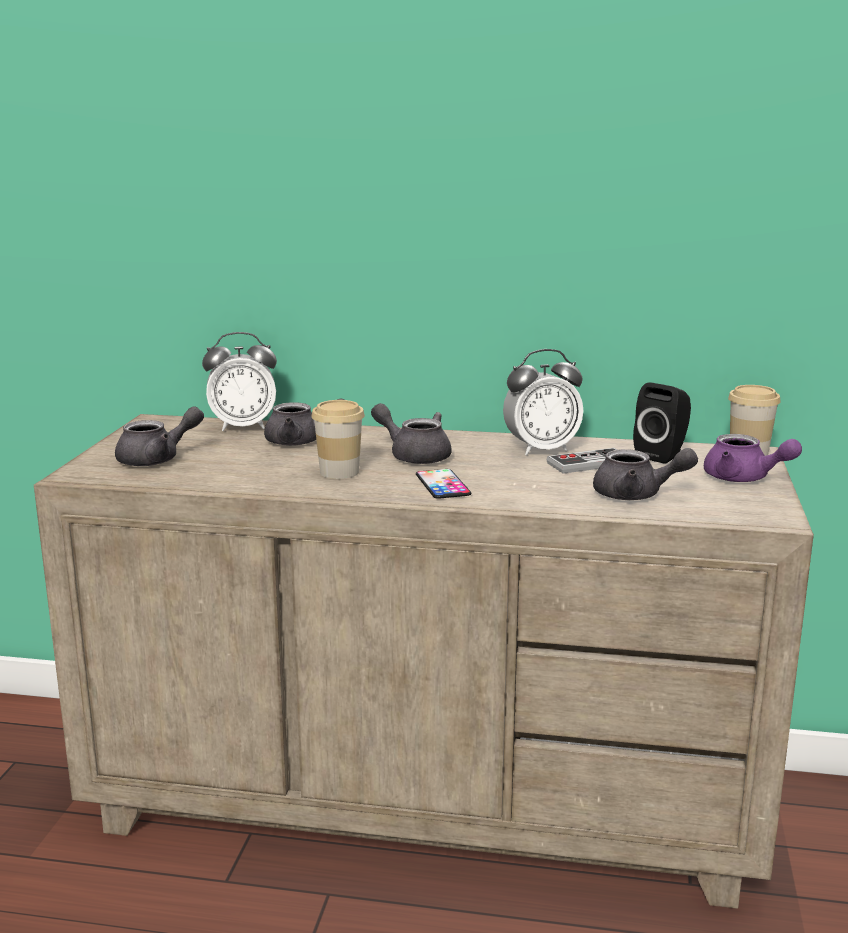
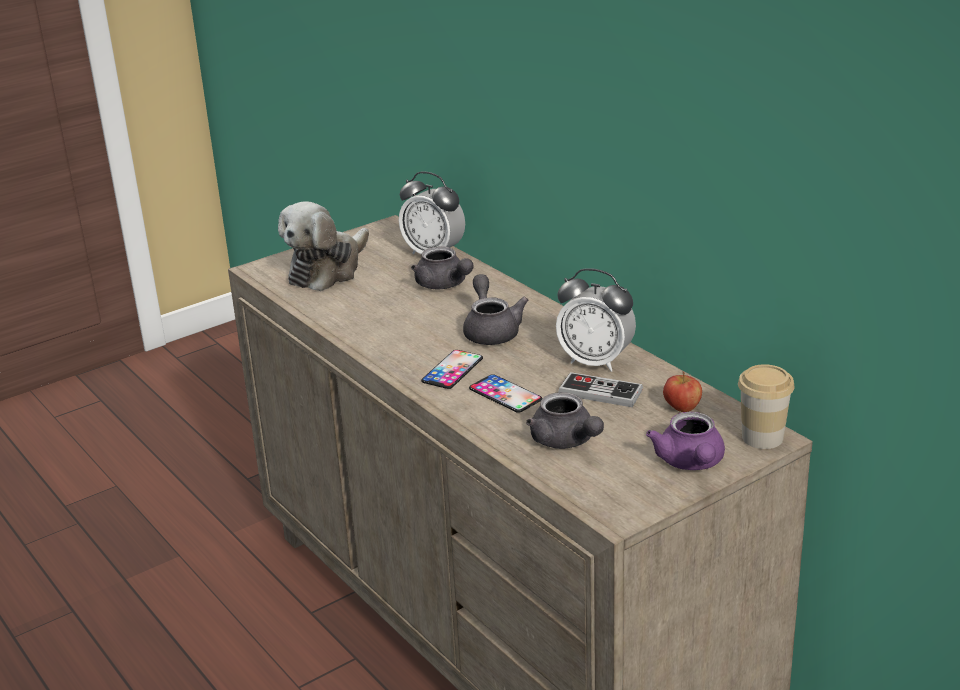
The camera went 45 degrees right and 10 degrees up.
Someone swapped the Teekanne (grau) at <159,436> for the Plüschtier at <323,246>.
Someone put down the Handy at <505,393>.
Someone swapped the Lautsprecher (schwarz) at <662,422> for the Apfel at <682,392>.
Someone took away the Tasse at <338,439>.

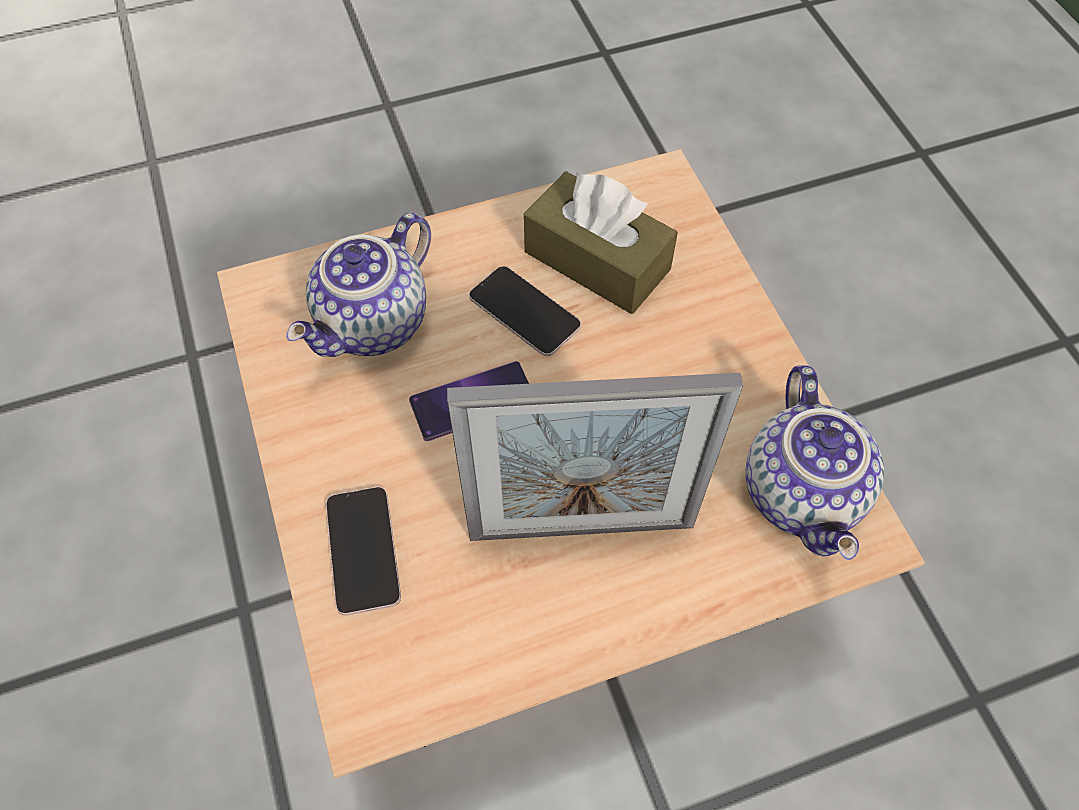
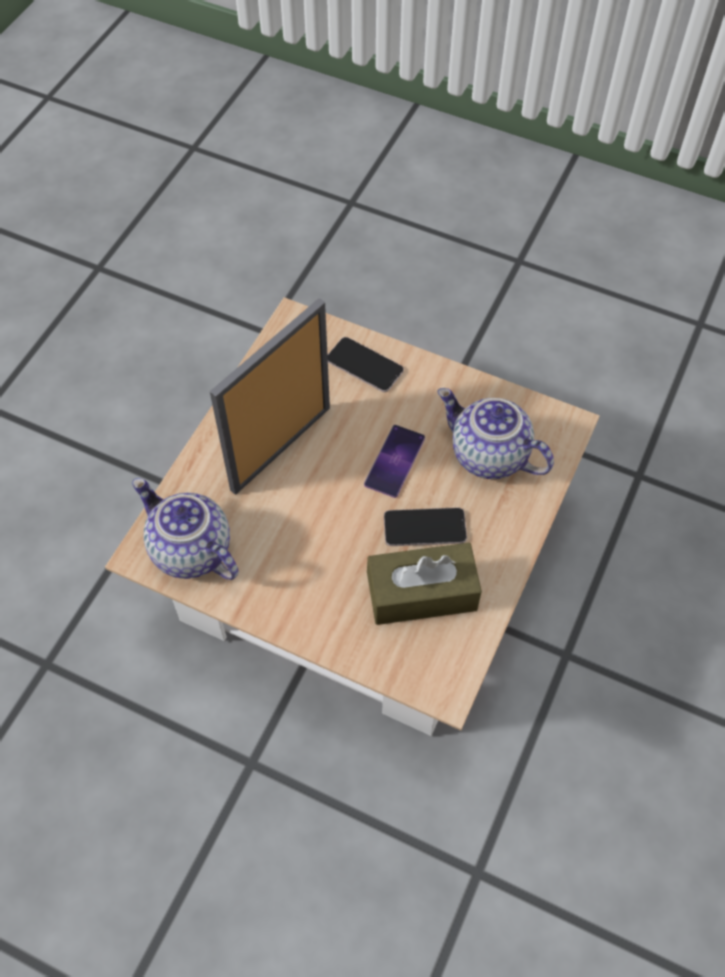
The camera went 135 degrees right and 0 degrees up.
Someone rotated the Teekanne at <358,285> by 45 degrees counterclockwise.

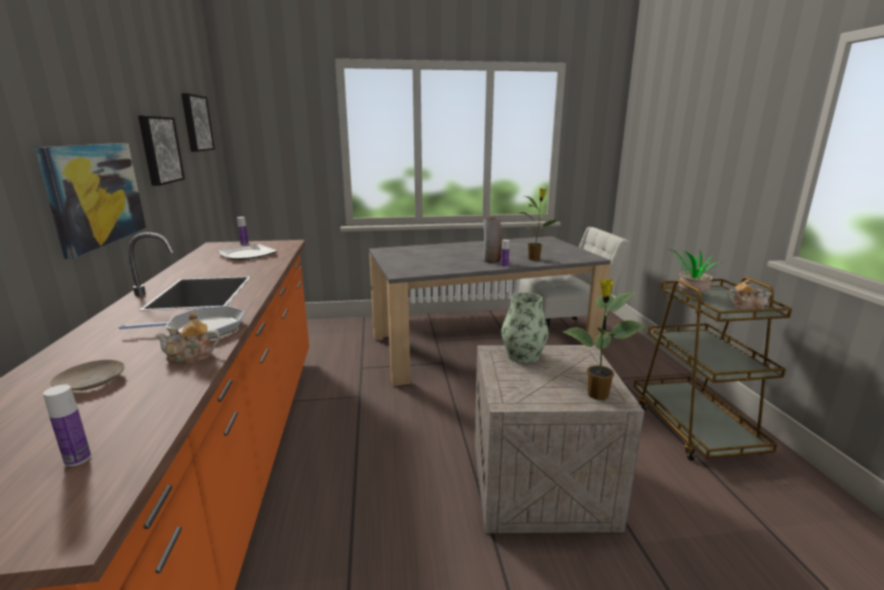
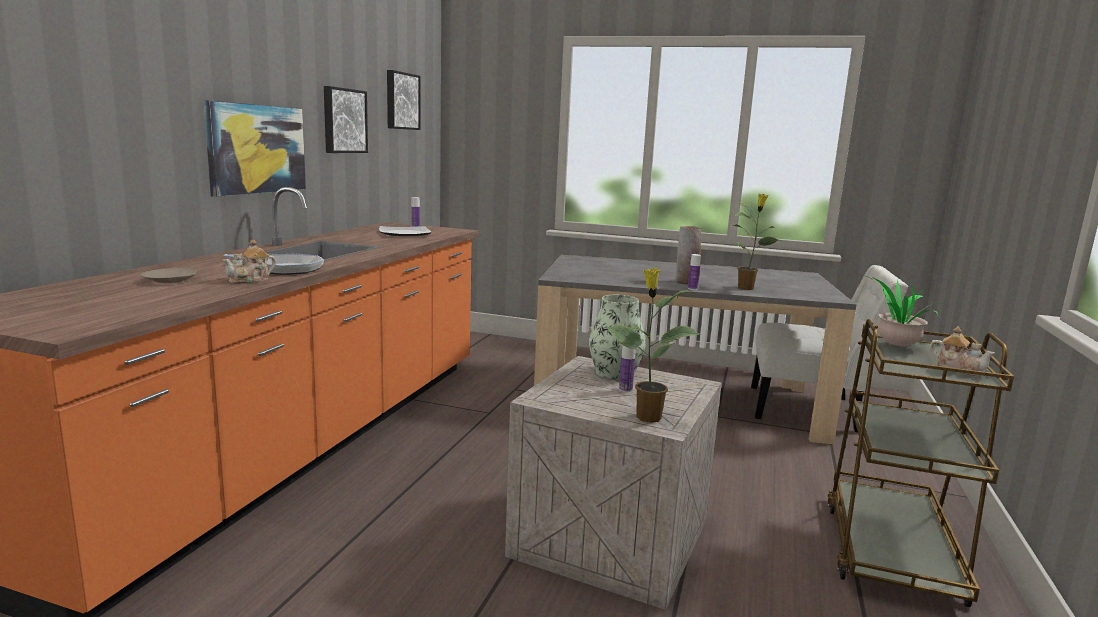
The camera went 25 degrees right and 5 degrees down.
Someone rotated the Teekanne at <187,337> by 60 degrees counterclockwise.
Someone carried the Flasche from <67,426> to <627,368>.

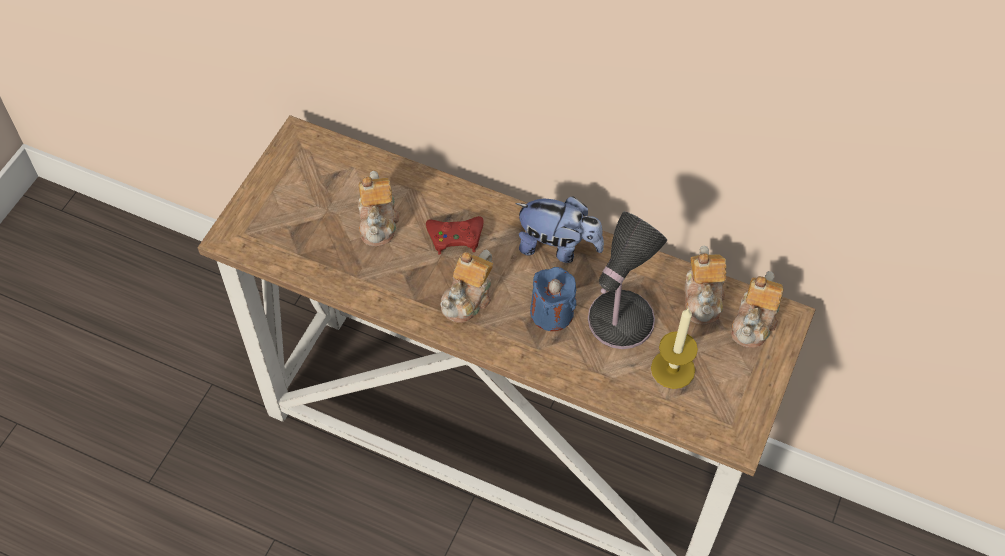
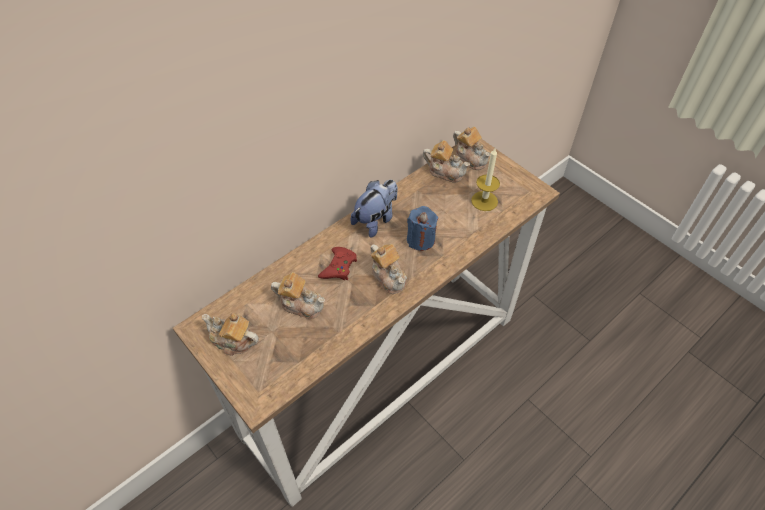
The camera went 65 degrees left and 5 degrees down.
Someone put down the Teekanne at <230,334>.
Someone took away the Tischlampe at <627,280>.

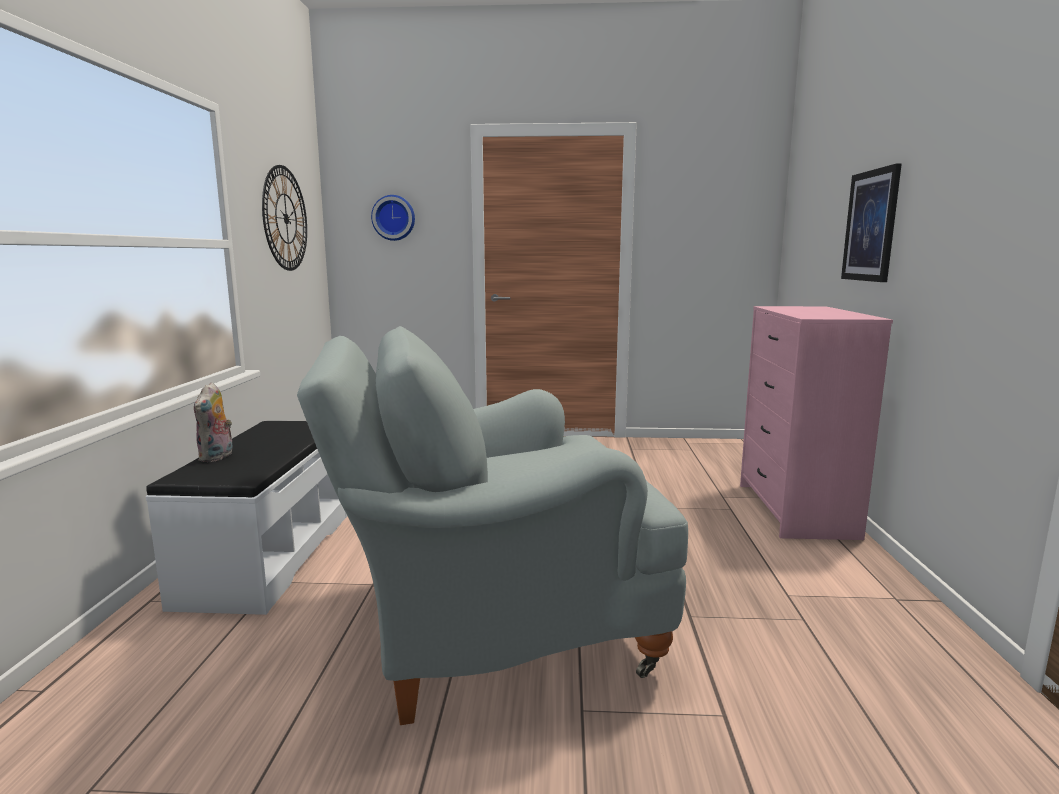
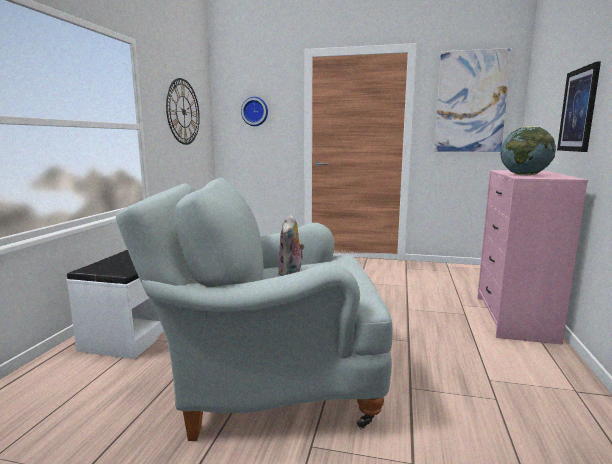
The camera went 10 degrees right and 0 degrees up.
Someone carried the Plüschtier from <213,422> to <291,245>.
Someone put up the Bild at <473,100>.
Someone put down the Globus at <528,150>.

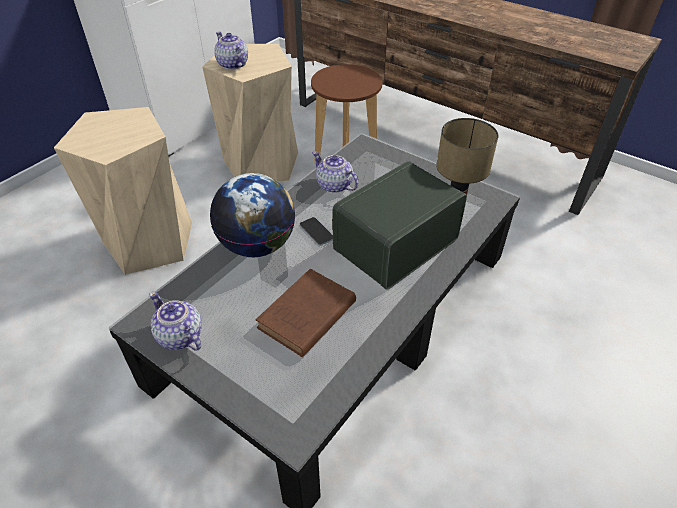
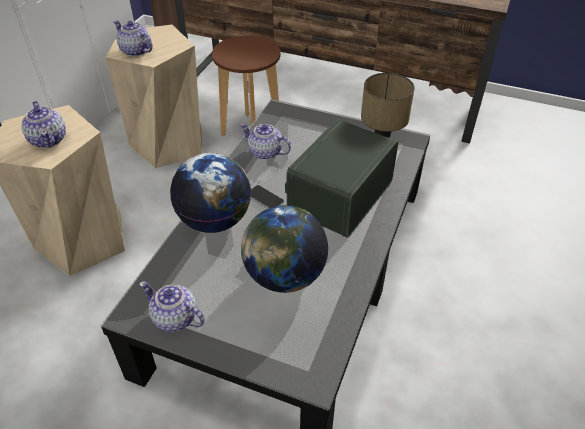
The camera went 15 degrees left and 0 degrees up.
Someone put down the Teekanne at <43,124>.
Someone swapped the Buch (braun) at <306,313> for the Globus at <284,249>.

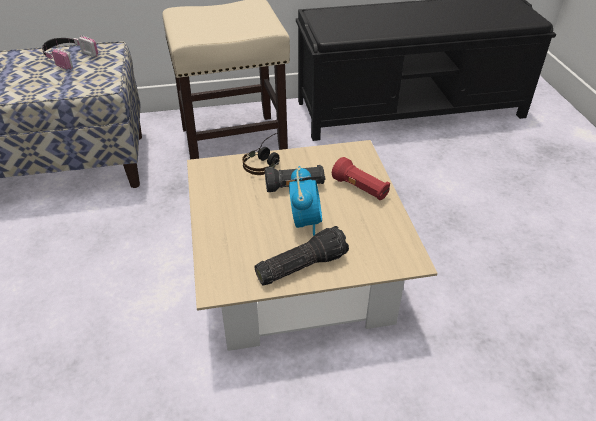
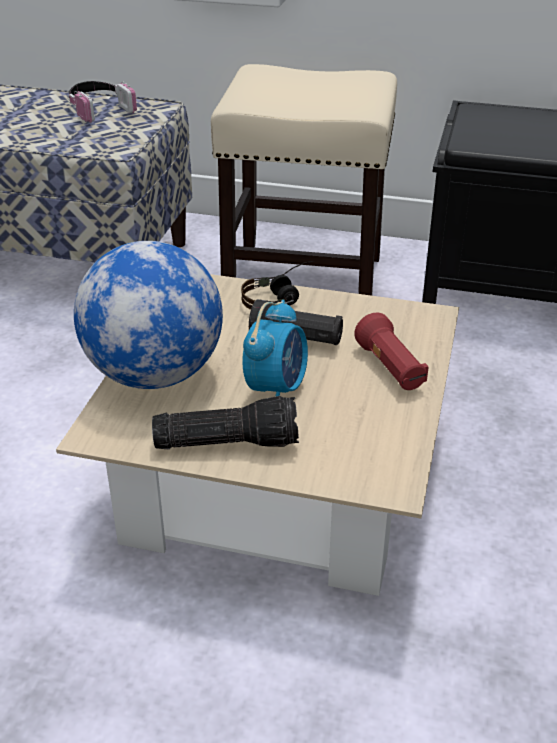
The camera went 25 degrees right and 5 degrees down.
Someone put down the Globus at <148,315>.

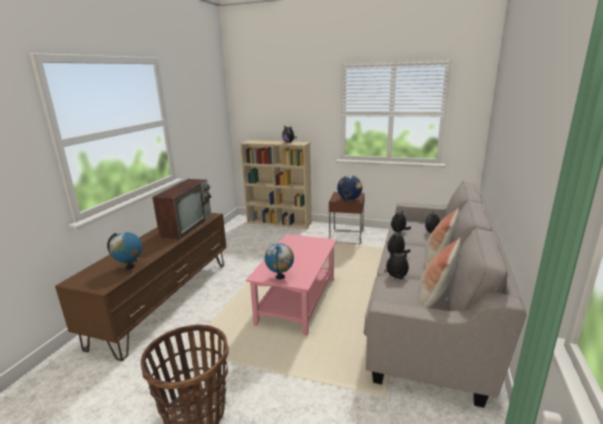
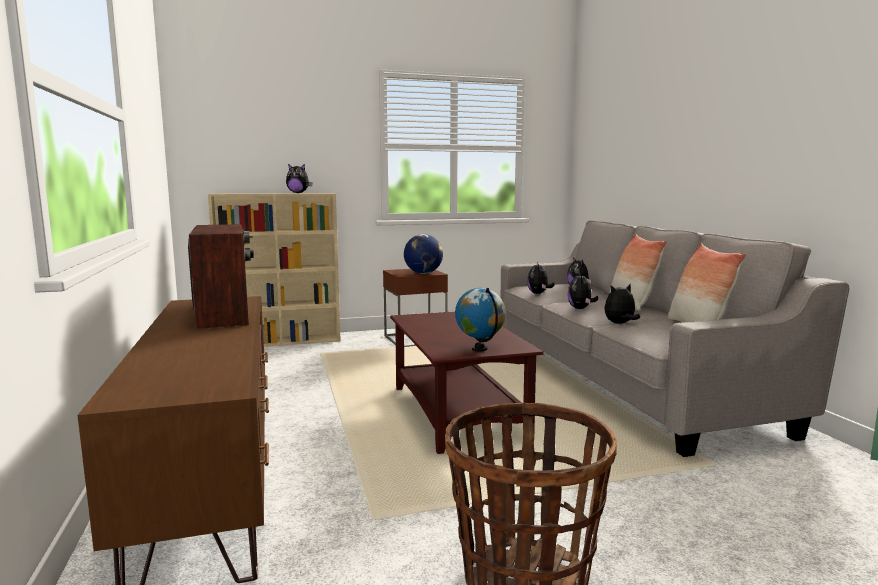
The camera went 35 degrees left and 10 degrees down.
Someone repainted the Couchtisch (rosa) at <291,285>, which became the Couchtisch (braun) at <467,382>.
Someone took away the Globus at <124,251>.

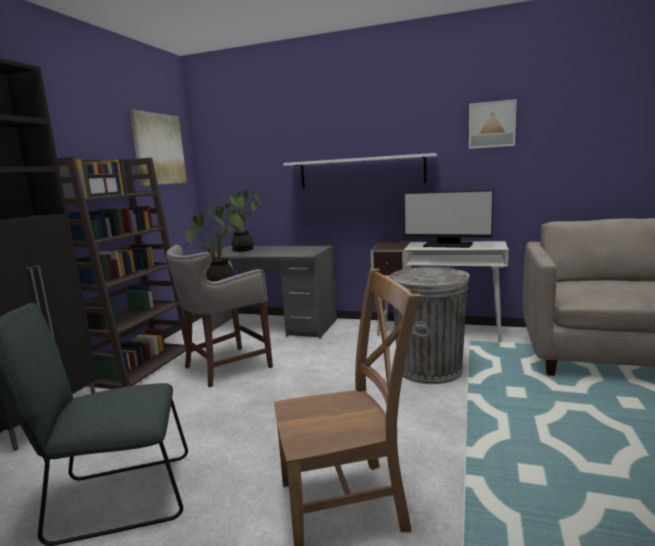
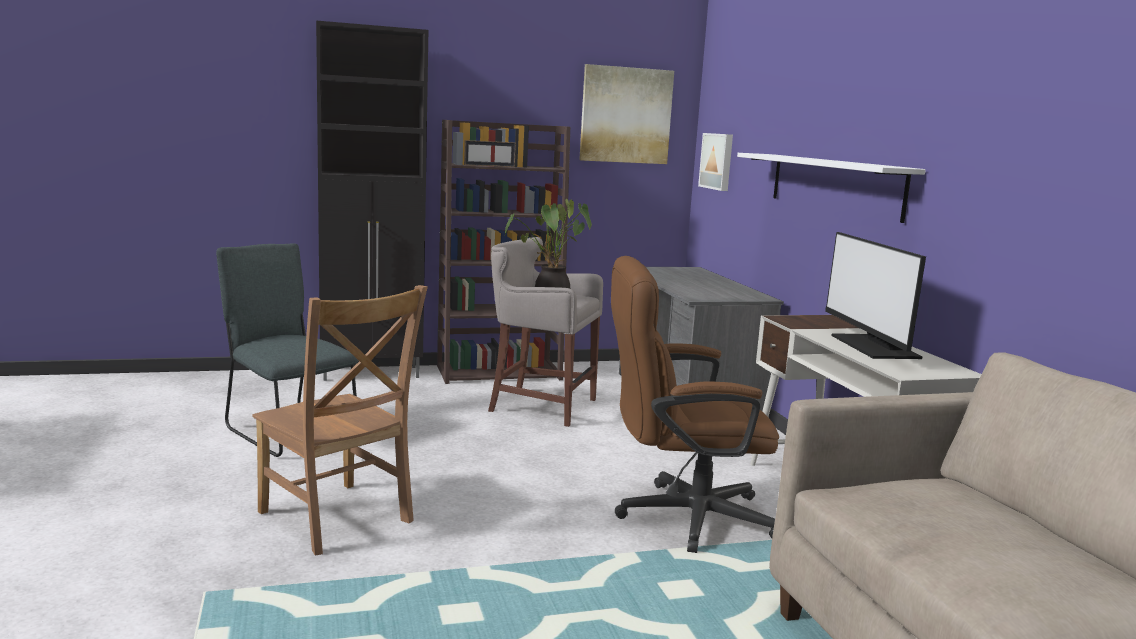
The camera went 55 degrees right and 0 degrees up.
Someone swapped the Mülleimer (grau) at <430,325> for the Bürostuhl (braun) at <695,404>.
Someone carried the Bild from <493,124> to <715,162>.
Someone took away the Topfpflanze at <235,221>.

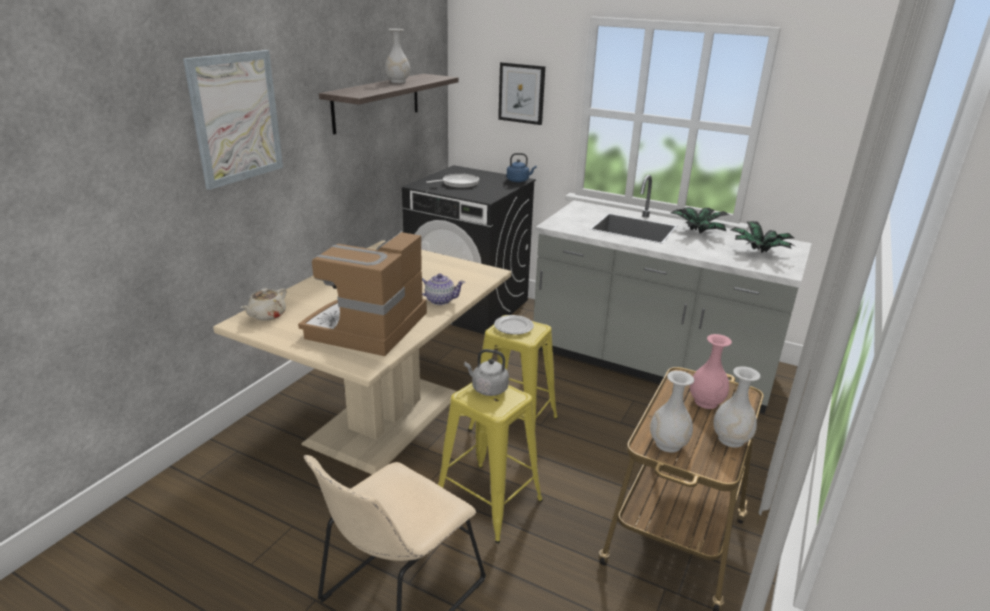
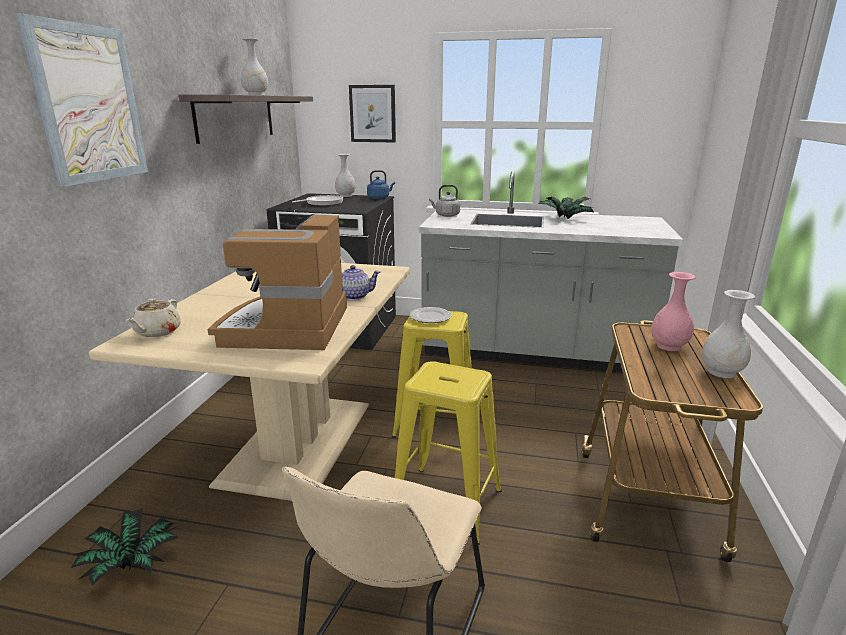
The camera went 15 degrees left and 5 degrees down.
Someone carried the Topfpflanze from <763,237> to <125,546>.
Someone carried the Vase (weiß) from <672,412> to <345,175>.
Someone carried the Wasserkessel (grau) from <486,372> to <444,201>.

